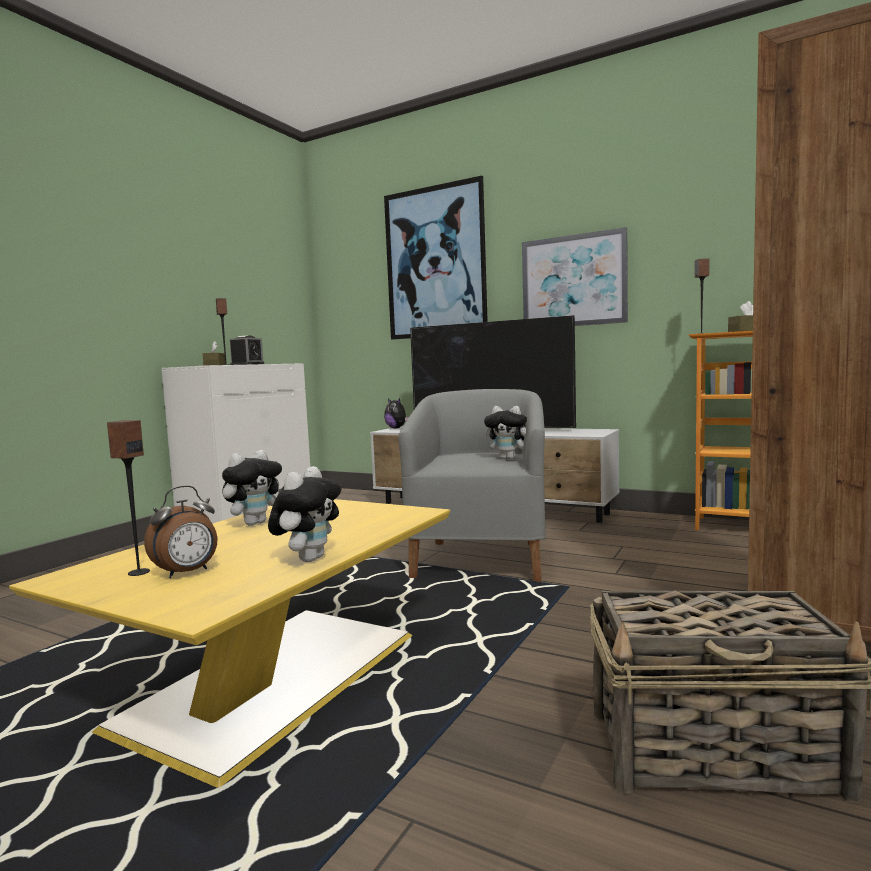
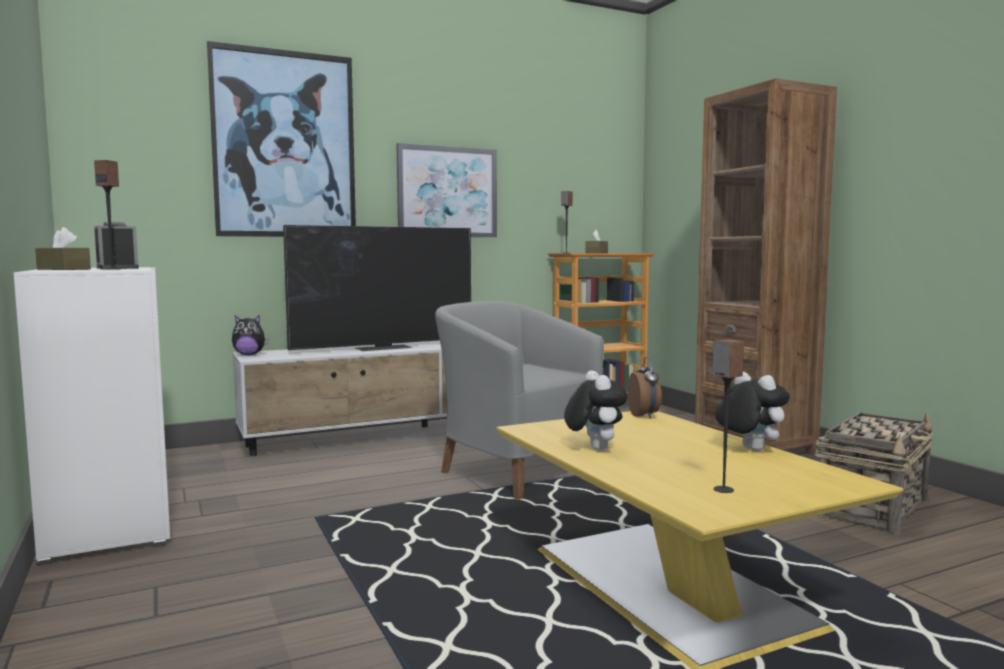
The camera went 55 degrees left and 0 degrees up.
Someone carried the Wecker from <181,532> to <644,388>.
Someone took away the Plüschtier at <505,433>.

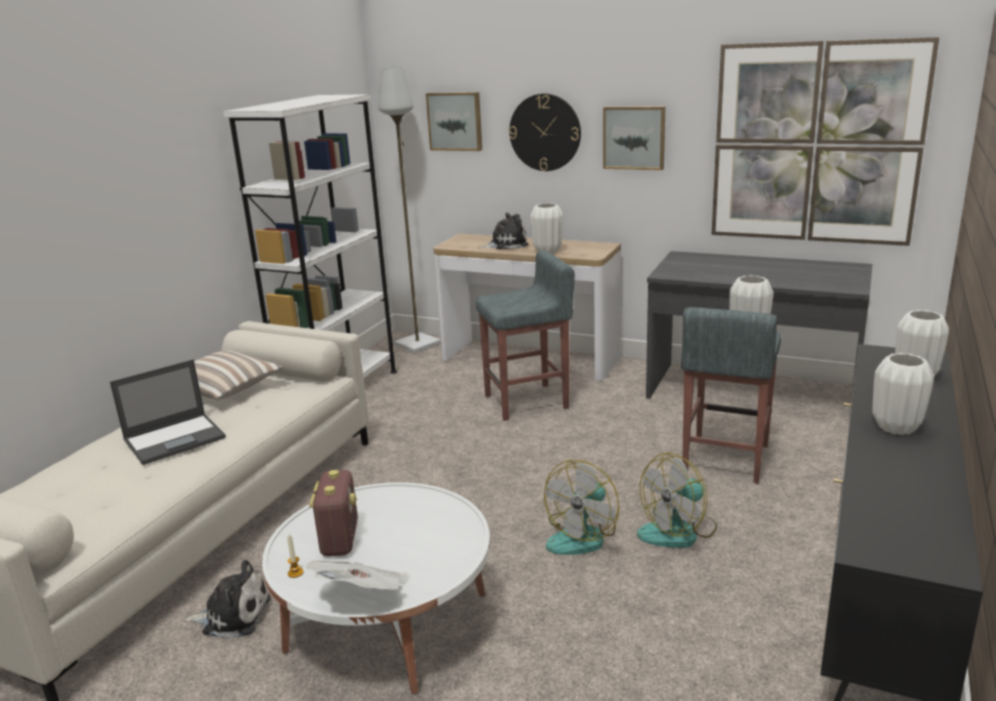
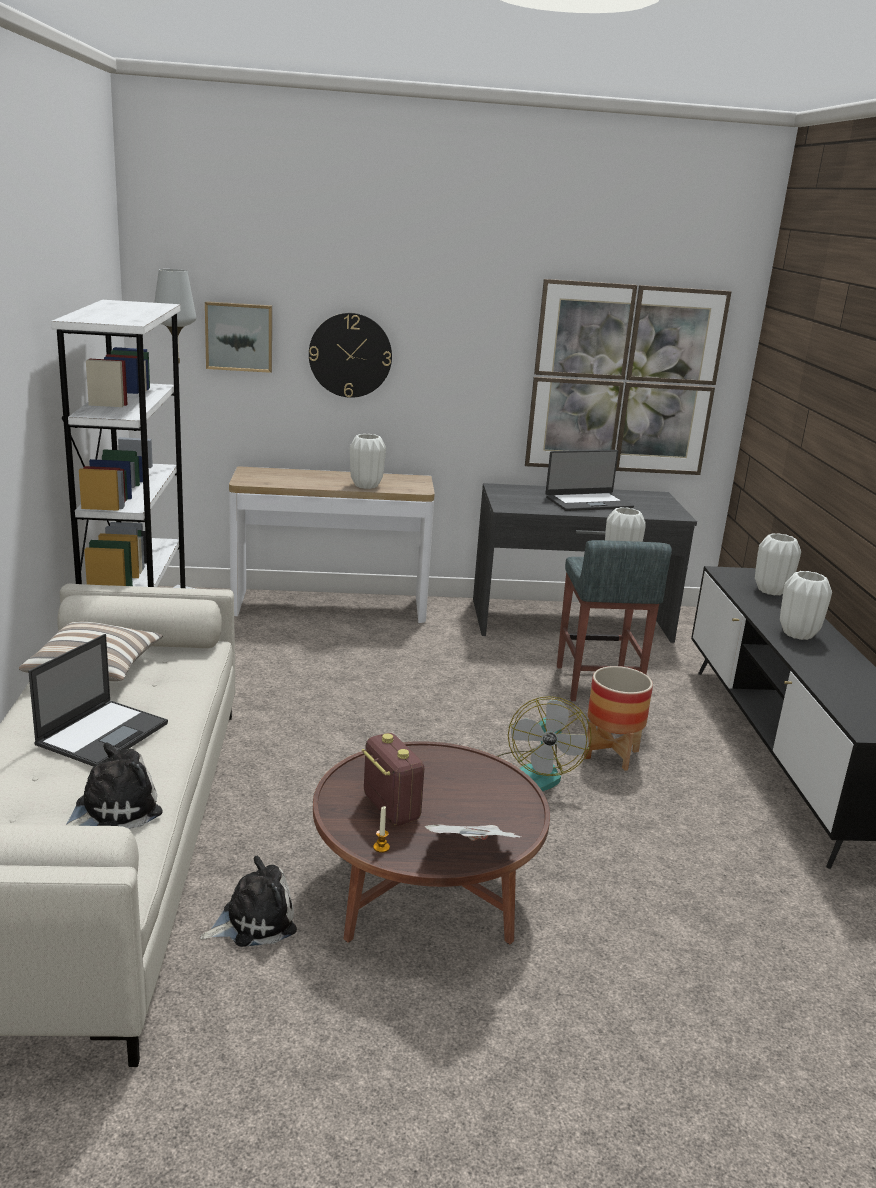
The camera went 30 degrees left and 0 degrees up.
Someone carried the Plüschtier from <504,231> to <114,785>.
Someone repainted the Couchtisch (weiß) at <376,588>, which became the Couchtisch (braun) at <431,842>.
Someone put down the Laptop at <589,480>.
Someone swapped the Ventilator at <677,500> for the Pflanzkübel at <618,718>.
Someone took away the Hocker (grau) at <525,336>.
Someone took away the Bild at <634,138>.

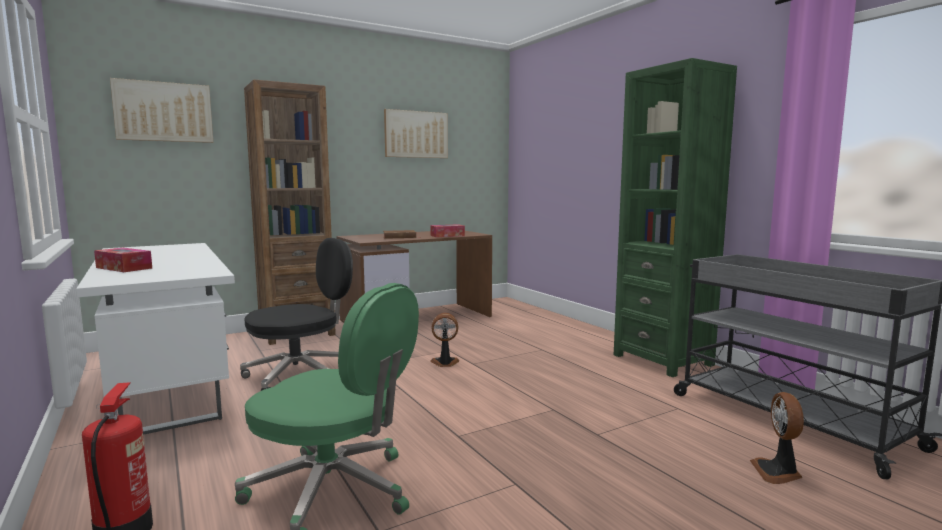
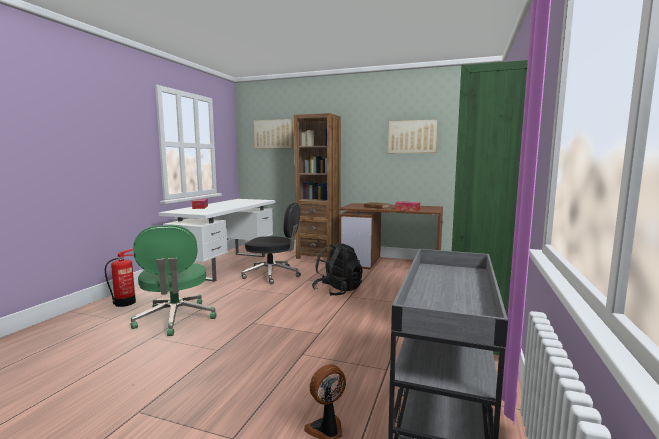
The camera went 50 degrees right and 0 degrees up.
Someone swapped the Ventilator at <445,340> for the Rucksack (schwarz) at <337,269>.

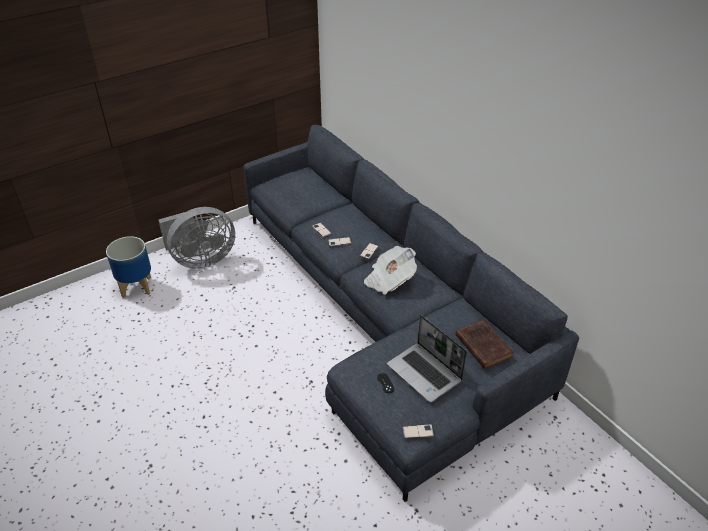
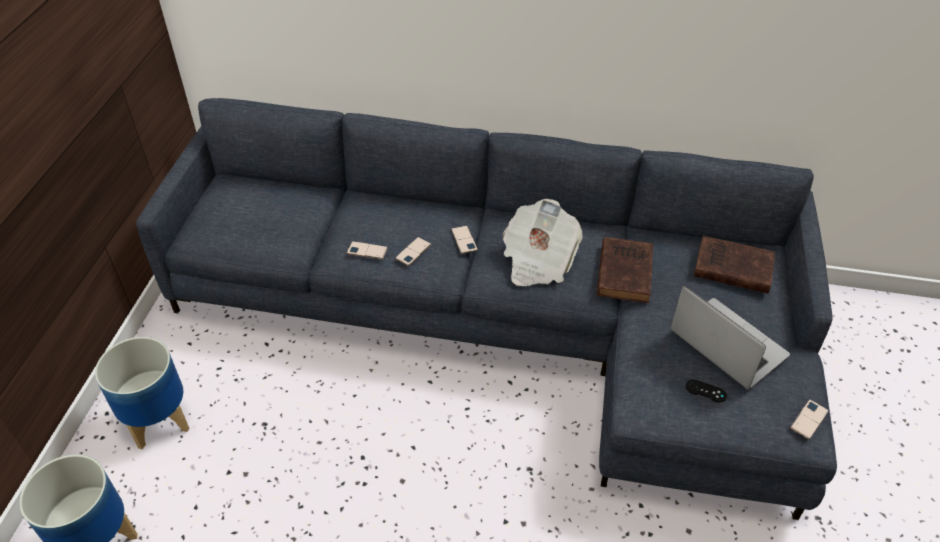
The camera went 45 degrees left and 5 degrees up.
Someone swapped the Ventilator (grau) at <196,238> for the Pflanzkübel at <142,393>.
Someone put down the Buch (braun) at <625,270>.
Someone rotated the Laptop at <427,359> by 135 degrees counterclockwise.

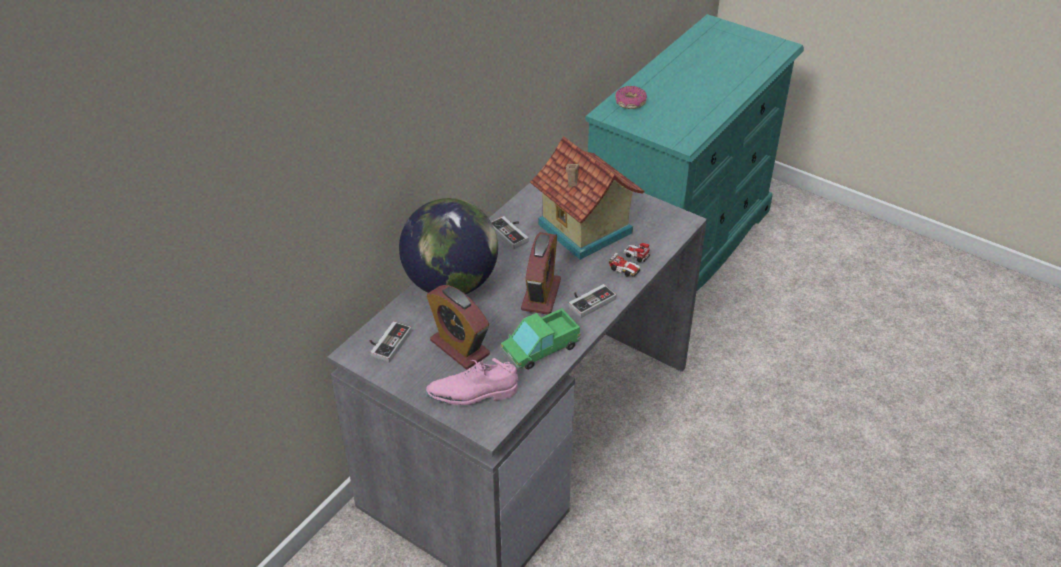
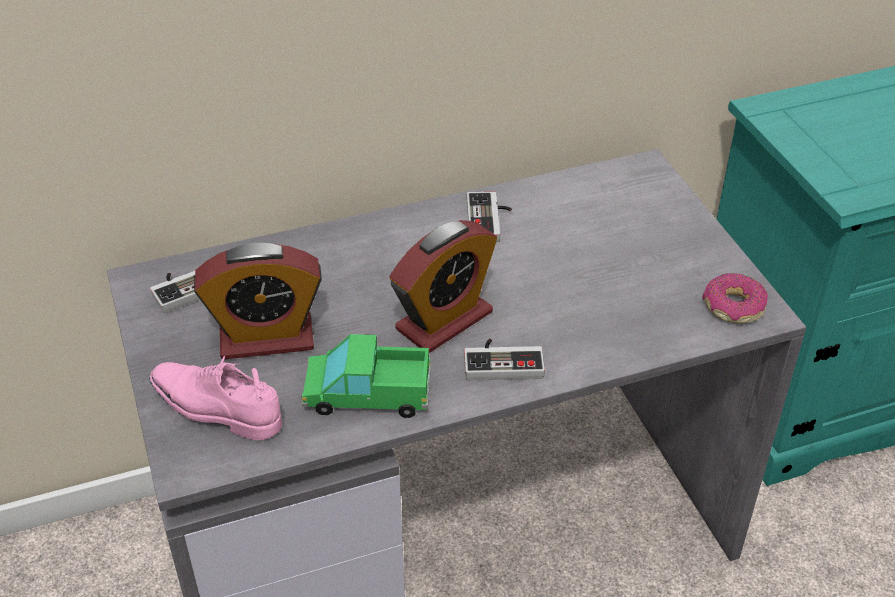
The camera went 35 degrees right and 0 degrees up.
Someone rotated the Wecker at <458,327> by 90 degrees counterclockwise.
Someone carried the Donut from <631,97> to <735,298>.
Someone took away the Globus at <448,246>.
Someone took away the Spielzeughaus at <587,198>.
Someone took away the Spielzeugauto at <629,260>.

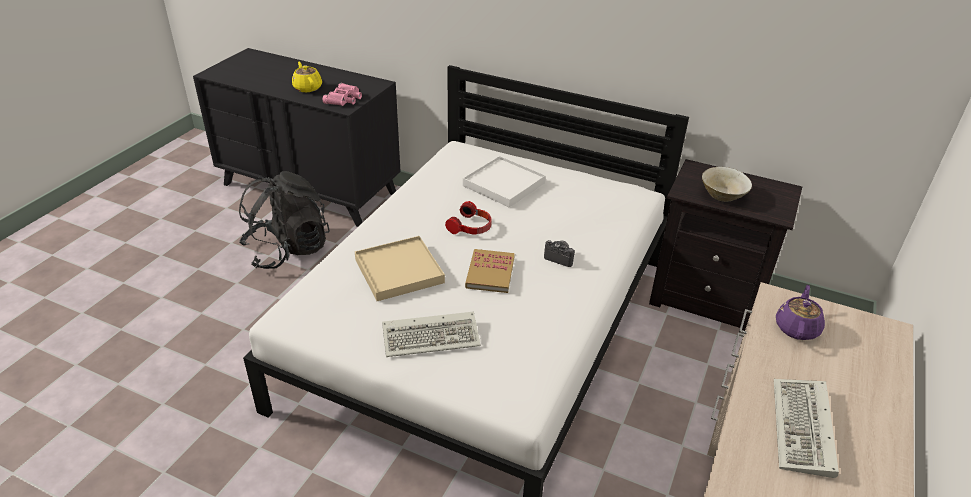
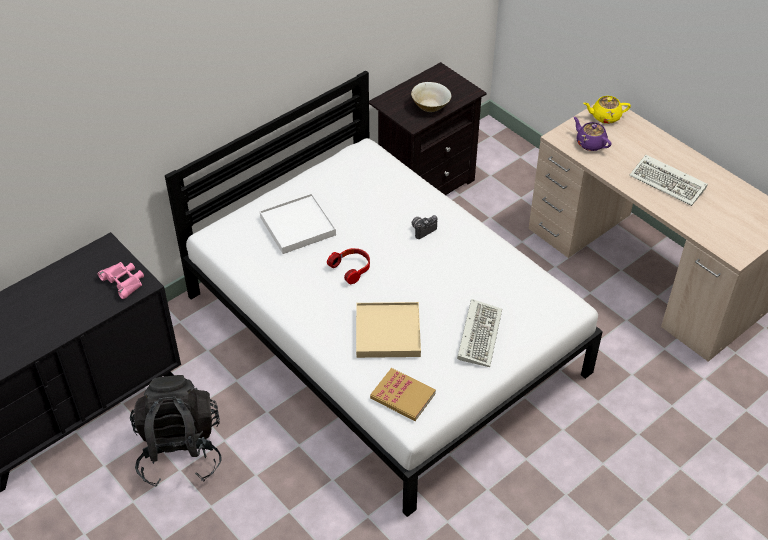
The camera went 65 degrees left and 10 degrees up.
Someone carried the Buch from <490,271> to <403,394>.
Someone carried the Teekanne (gelb) from <307,77> to <607,110>.

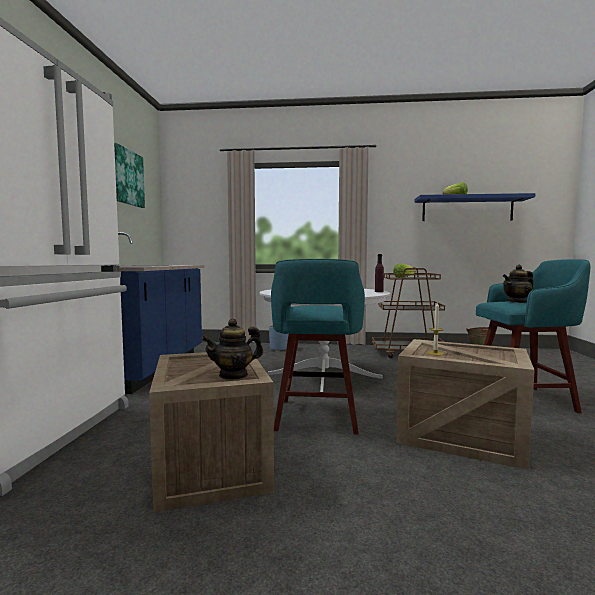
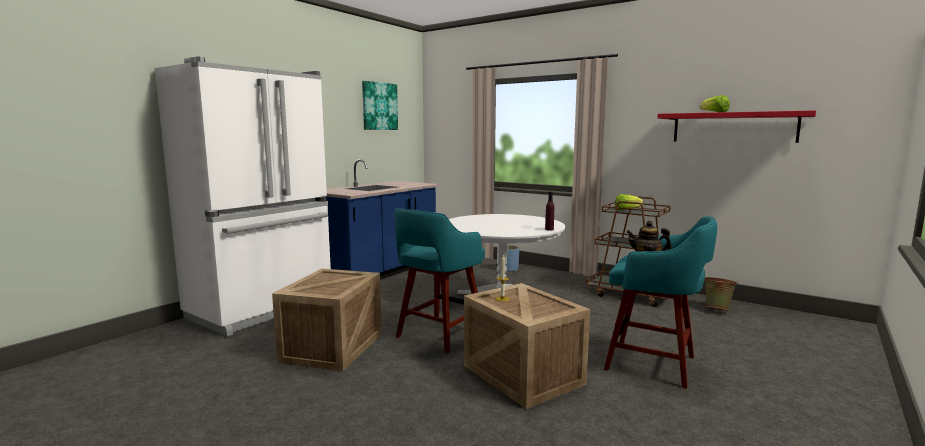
The camera went 30 degrees right and 5 degrees up.
Someone repainted the Wandregal (blau) at <475,207>, which became the Wandregal (rot) at <737,126>.
Someone took away the Teekanne at <232,349>.

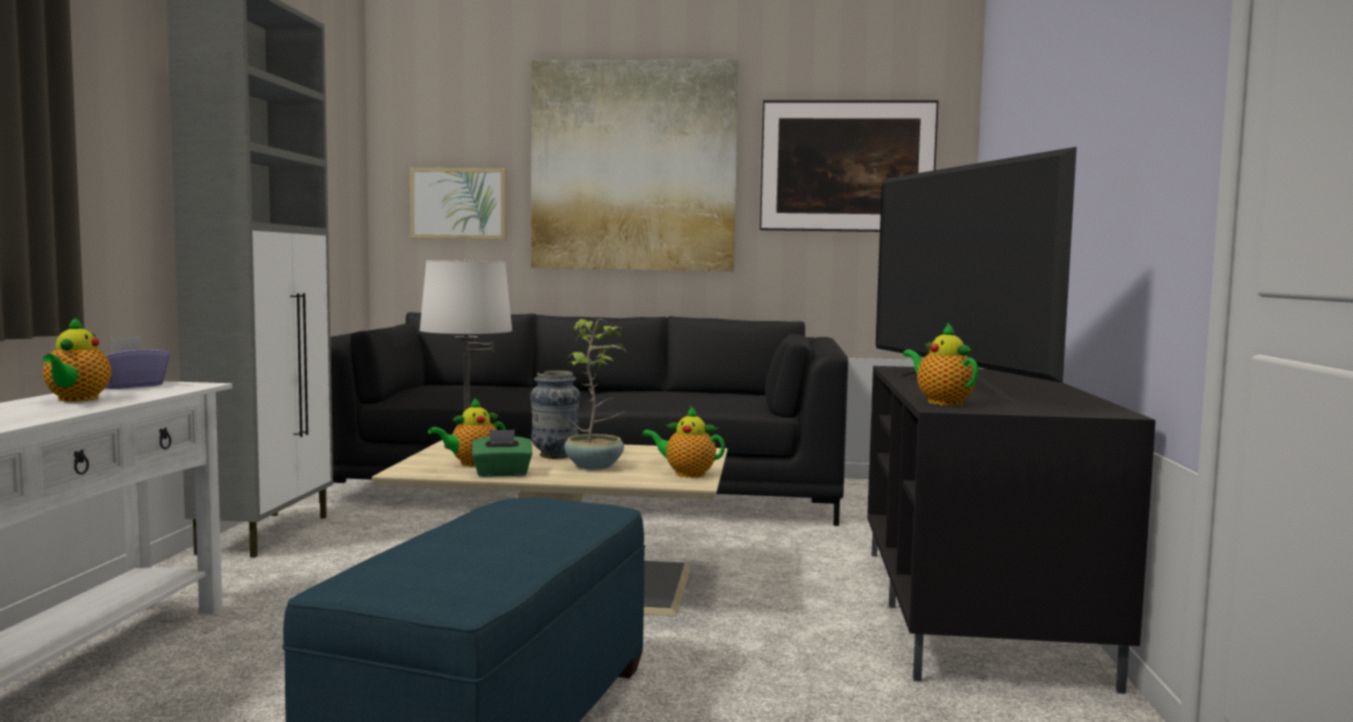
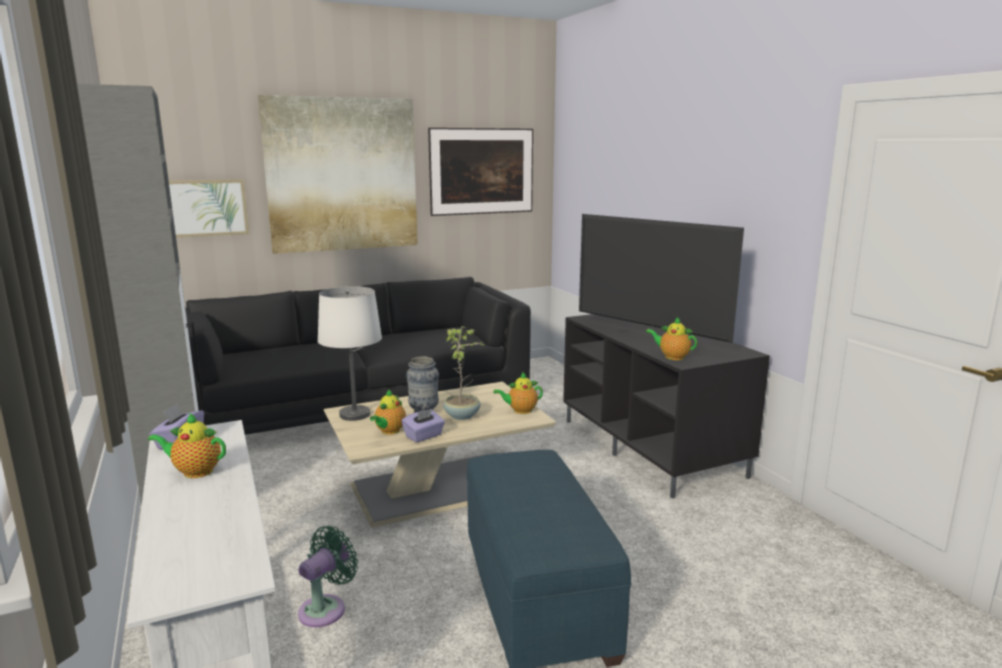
The camera went 30 degrees left and 10 degrees up.
Someone rotated the Teekanne at <77,359> by 135 degrees clockwise.
Someone put down the Ventilator (grün) at <328,576>.
Someone repainted the Taschentuchbox (grün) at <502,453>, which became the Taschentuchbox (lila) at <423,425>.

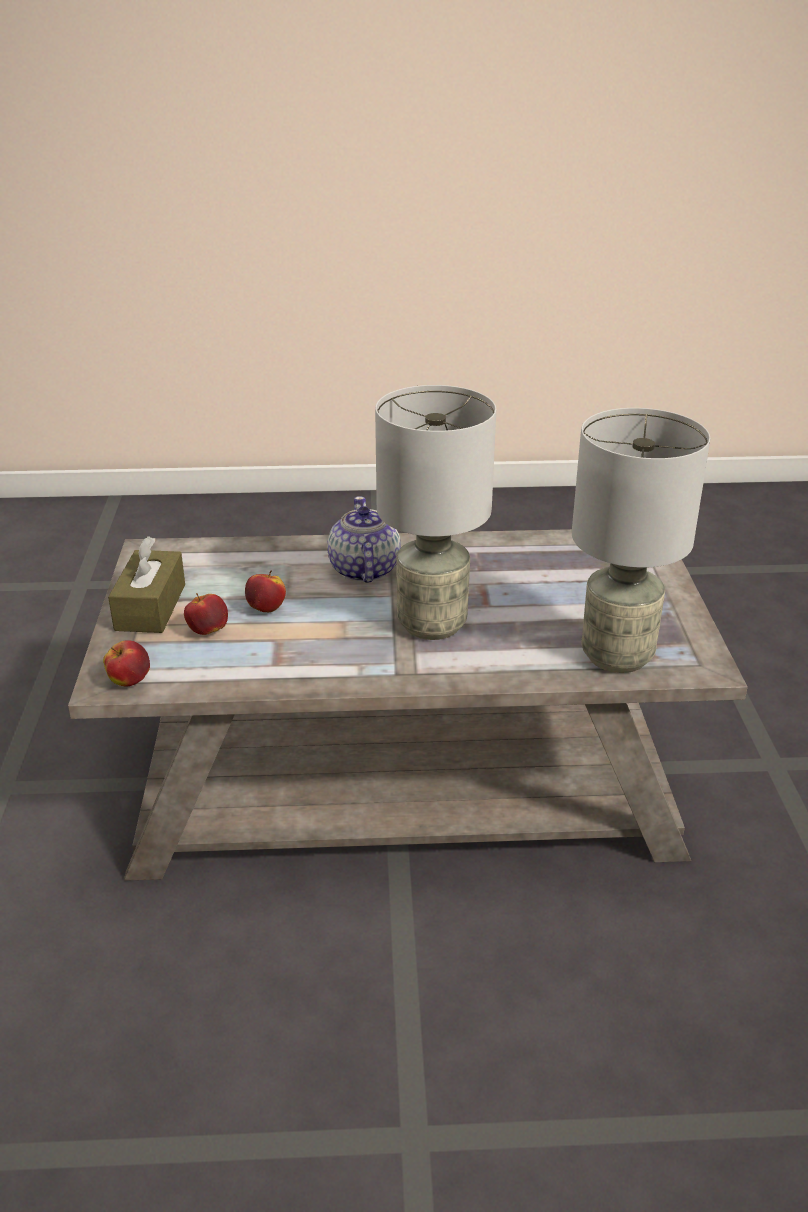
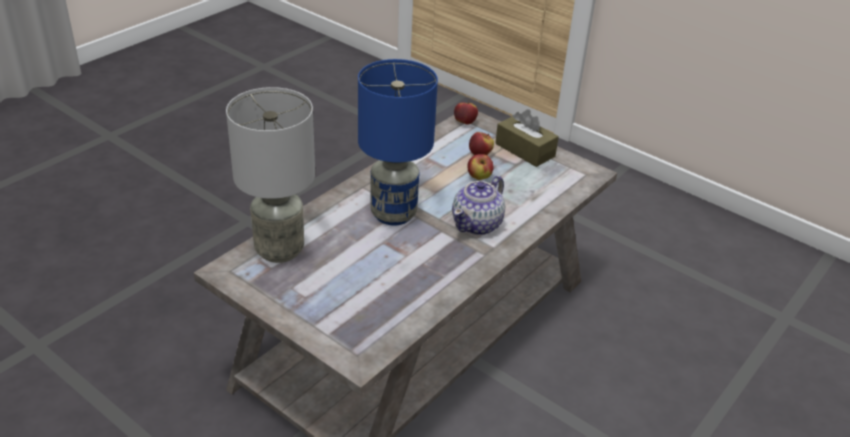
The camera went 130 degrees right and 5 degrees up.
Someone repainted the Tischlampe (grau) at <435,512>, which became the Tischlampe (blau) at <398,142>.
Someone rotated the Teekanne at <364,539> by 90 degrees clockwise.

